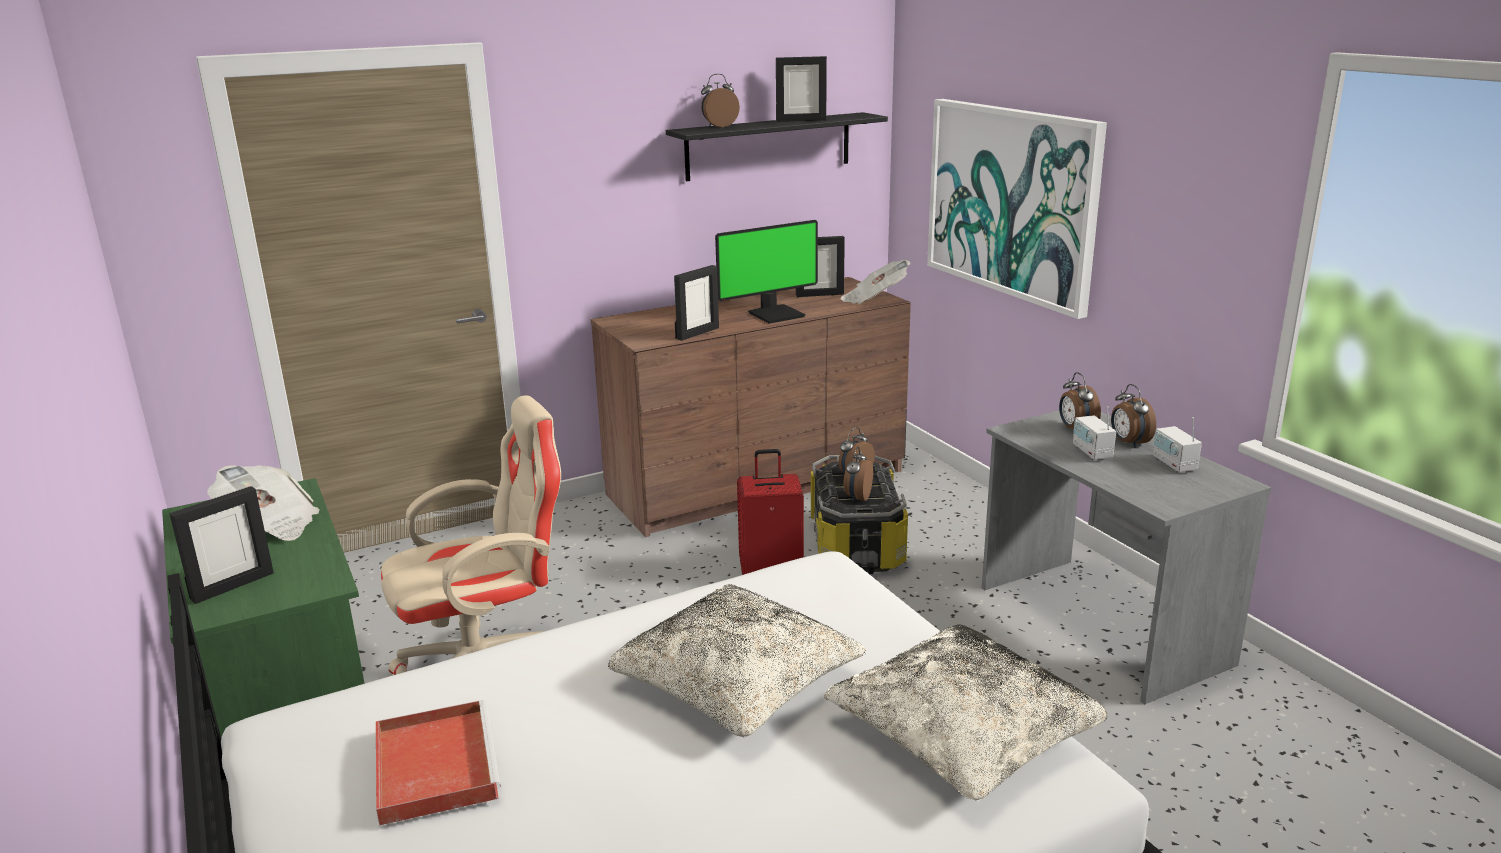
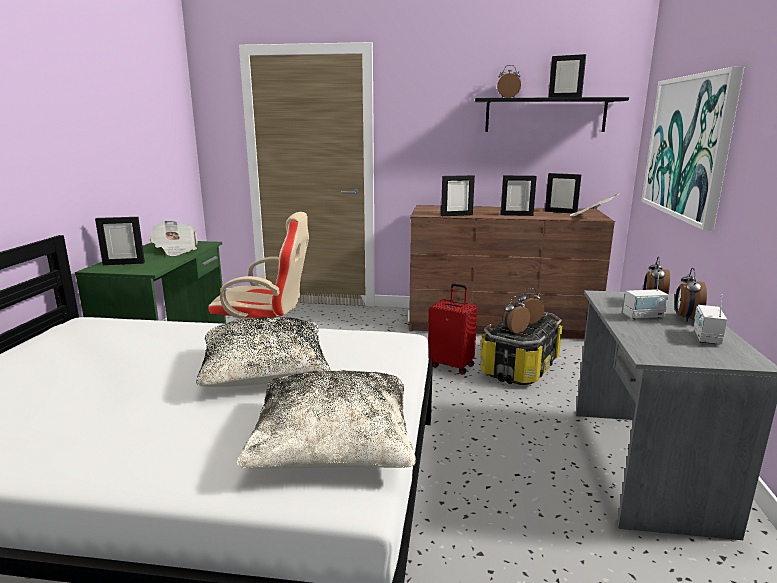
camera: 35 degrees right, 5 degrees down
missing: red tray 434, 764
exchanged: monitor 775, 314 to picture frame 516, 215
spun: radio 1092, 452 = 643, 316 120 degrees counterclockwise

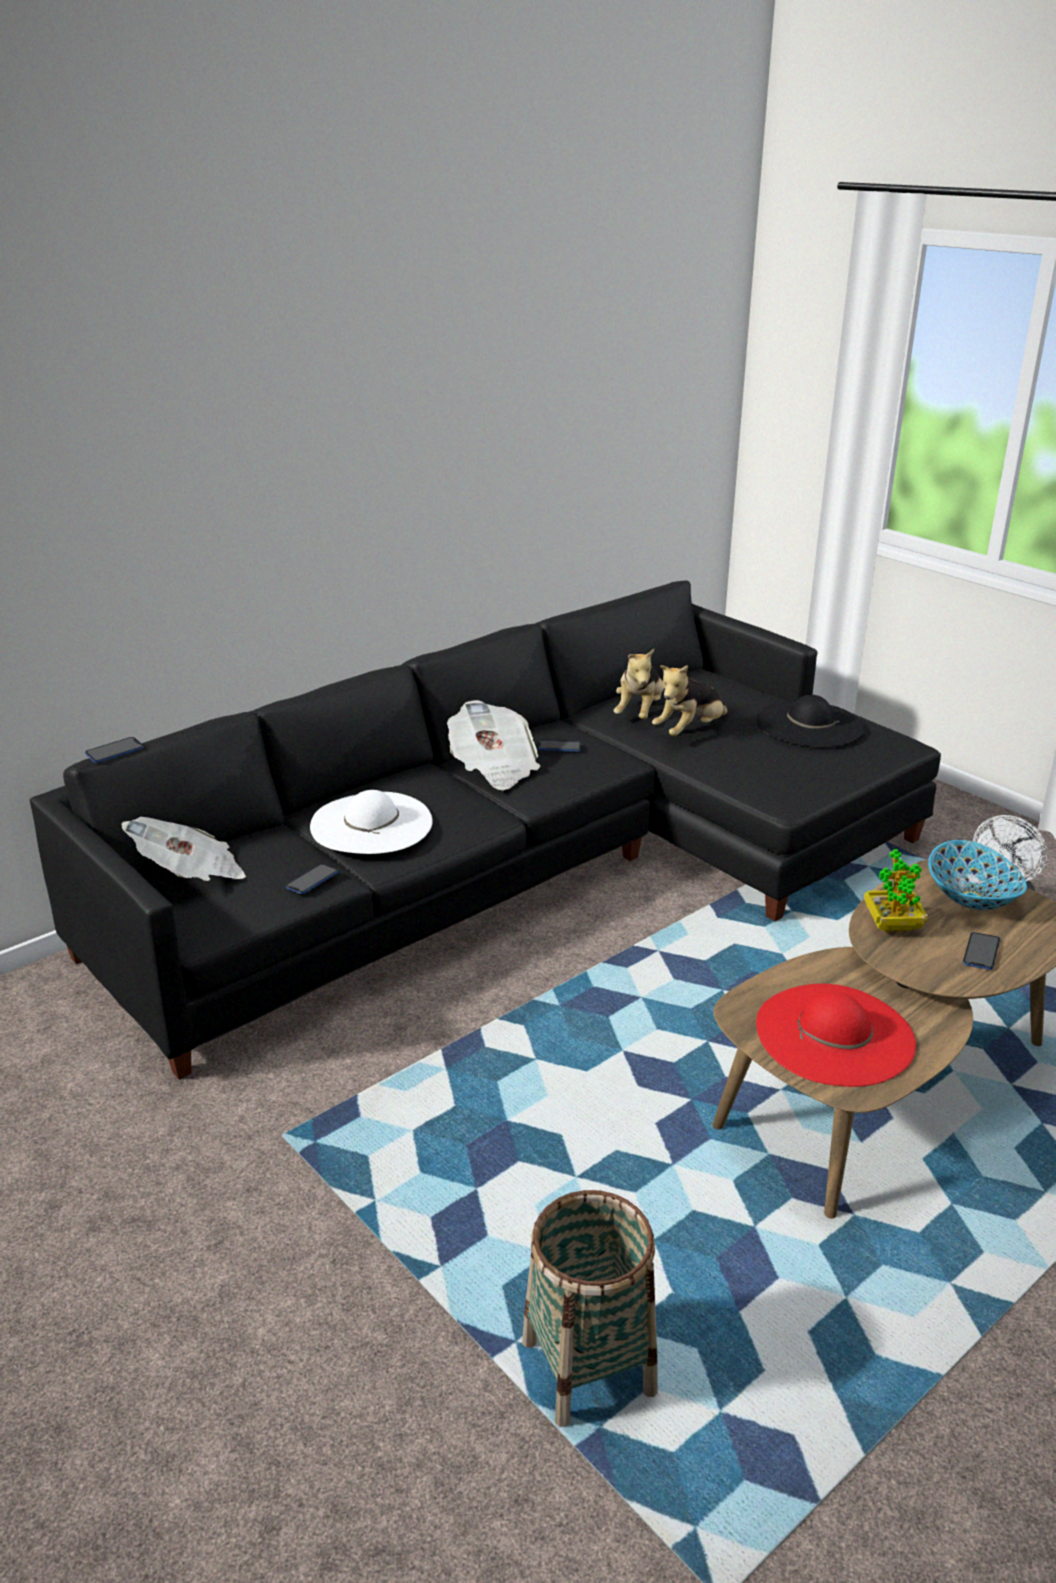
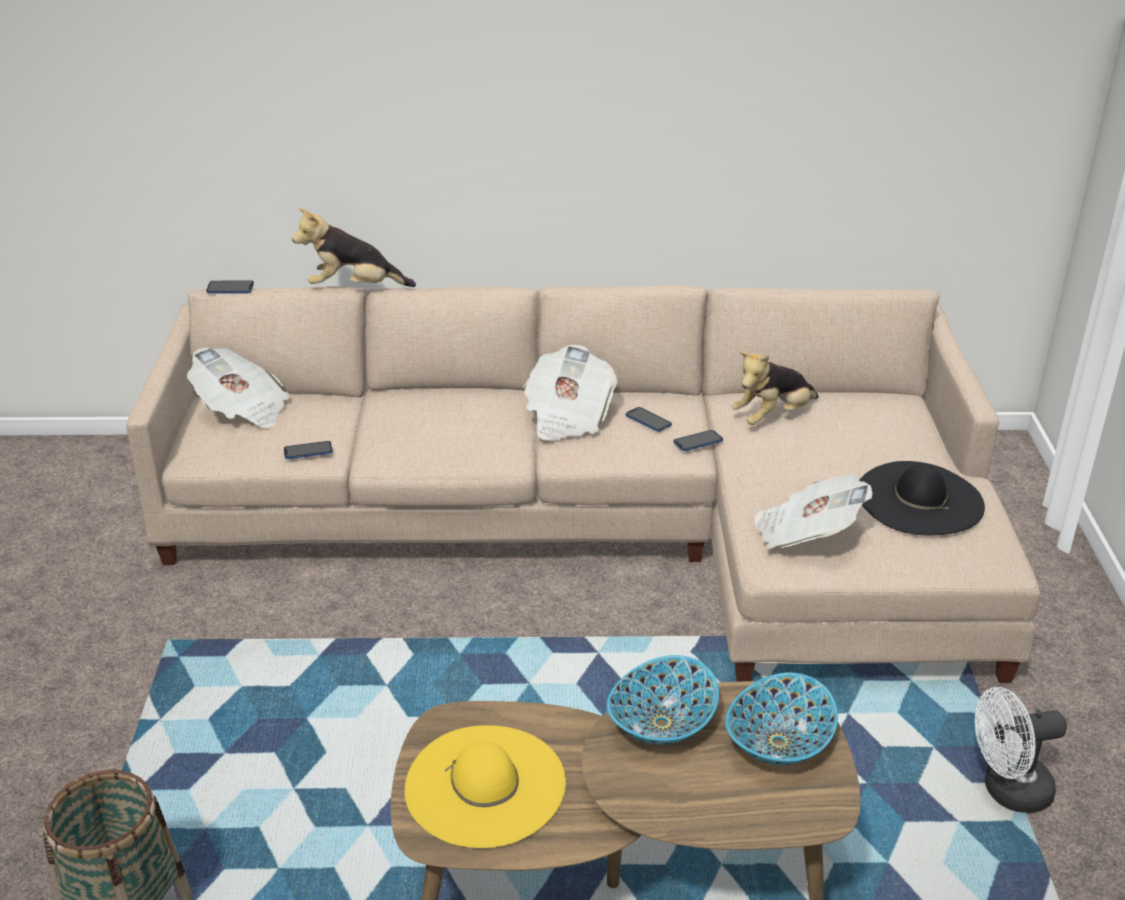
camera: 40 degrees right, 5 degrees up
missing: white hat 371, 823
appeared: newspaper 806, 534
relocated: plush toy 690, 731 to 354, 288; phone 981, 952 to 698, 442
exchanged: potted plant 892, 925 to bowl 660, 723
colour: black sofa 535, 860 to beige sofa 610, 521; red hat 834, 1034 to yellow hat 485, 785

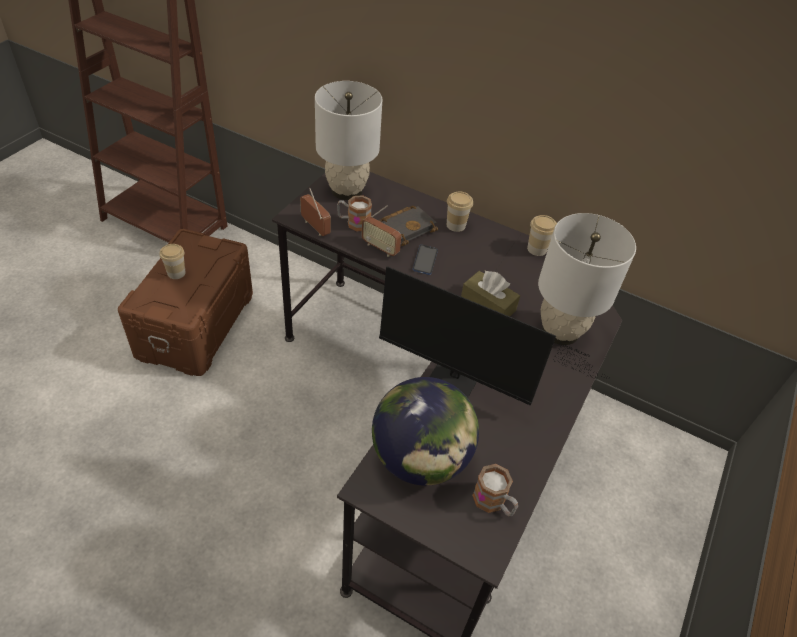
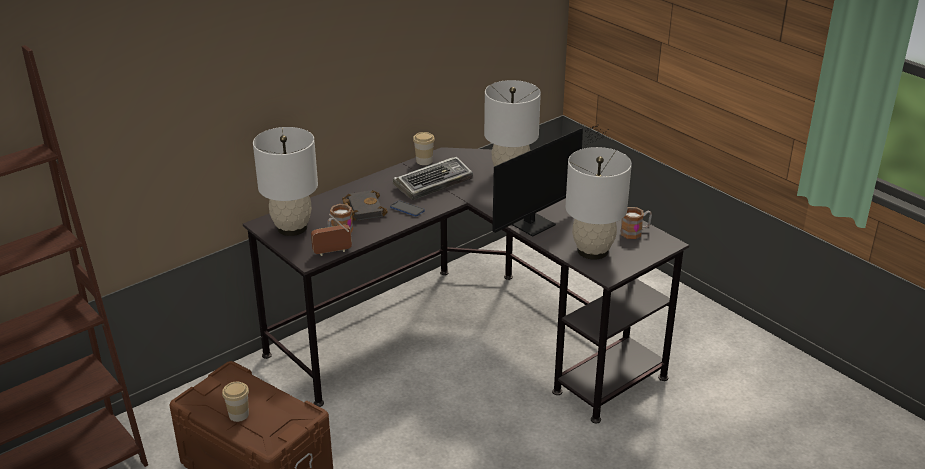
camera: 65 degrees left, 15 degrees down
missing: radio 380, 248; cup 456, 225; brown tissue box 488, 304
appeared: keyboard 434, 183
exchanged: globe 420, 459 to white table lamp 593, 251

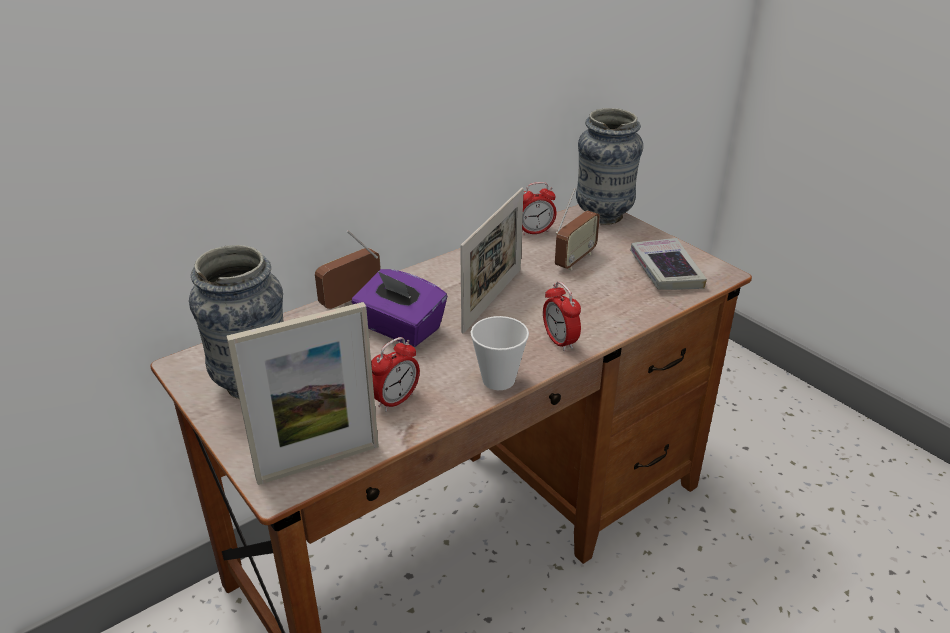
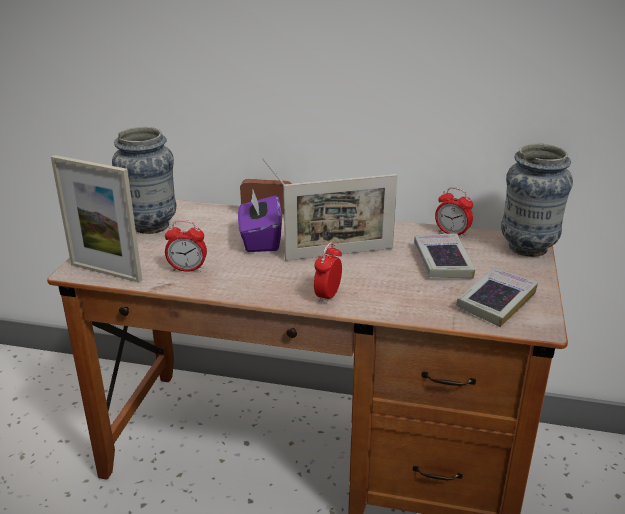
camera: 50 degrees right, 5 degrees down
missing: cup 498, 380
exchanged: radio 575, 260 to book 442, 261

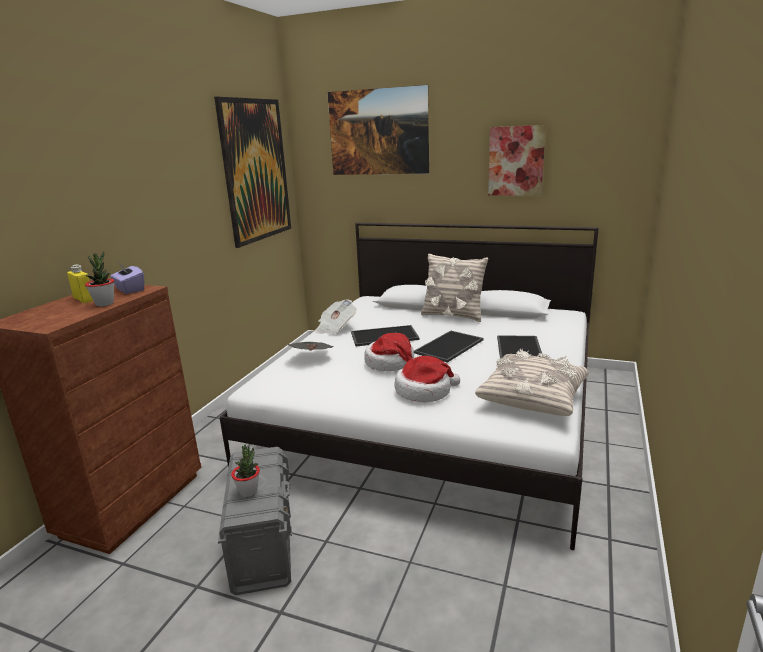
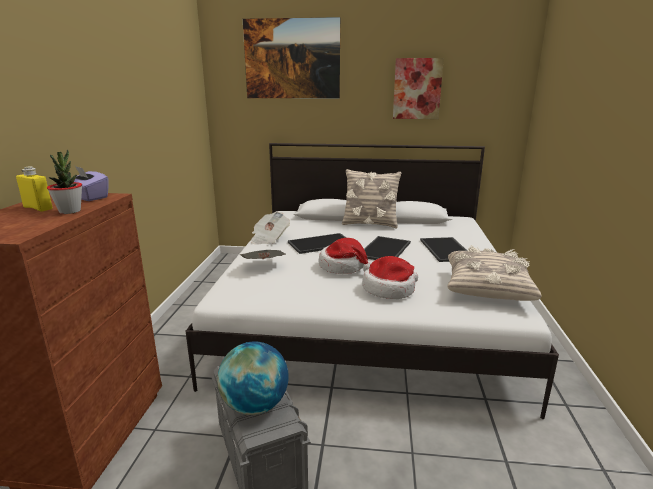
camera: 15 degrees left, 0 degrees up
missing: picture 256, 170
exchanged: potted plant 248, 491 to globe 255, 405

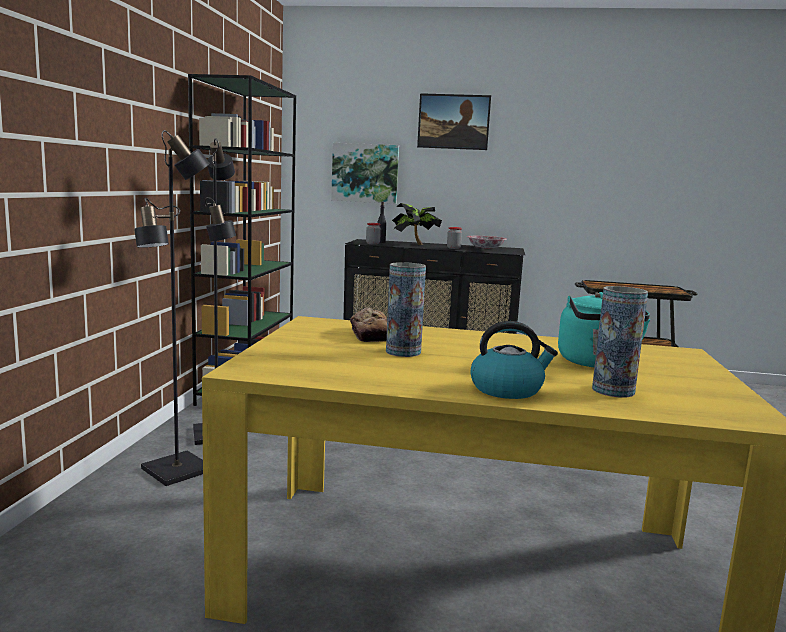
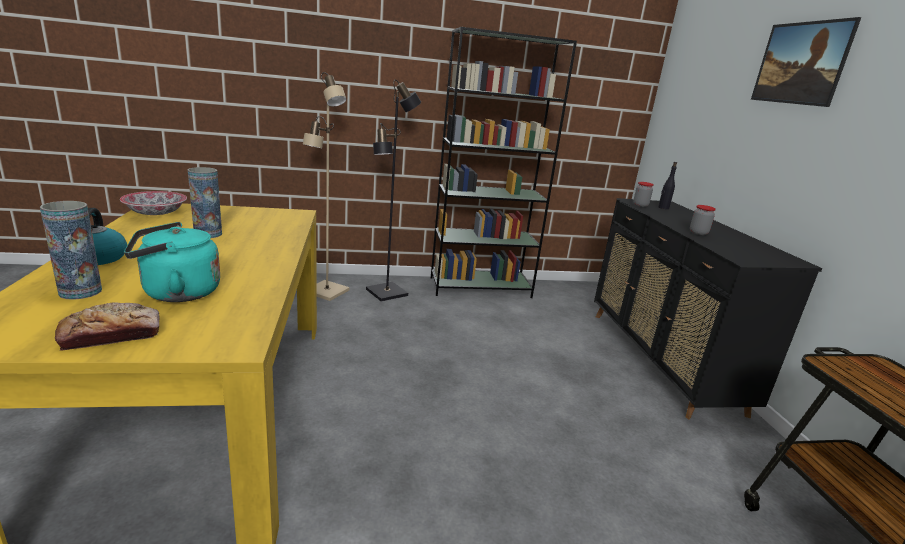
camera: 70 degrees right, 10 degrees up
missing: picture 365, 173; potted plant 414, 244
relocated: bread 370, 334 to 112, 335; bowl 486, 248 to 155, 213
colour: black floor lamp 176, 470 to beige floor lamp 327, 291

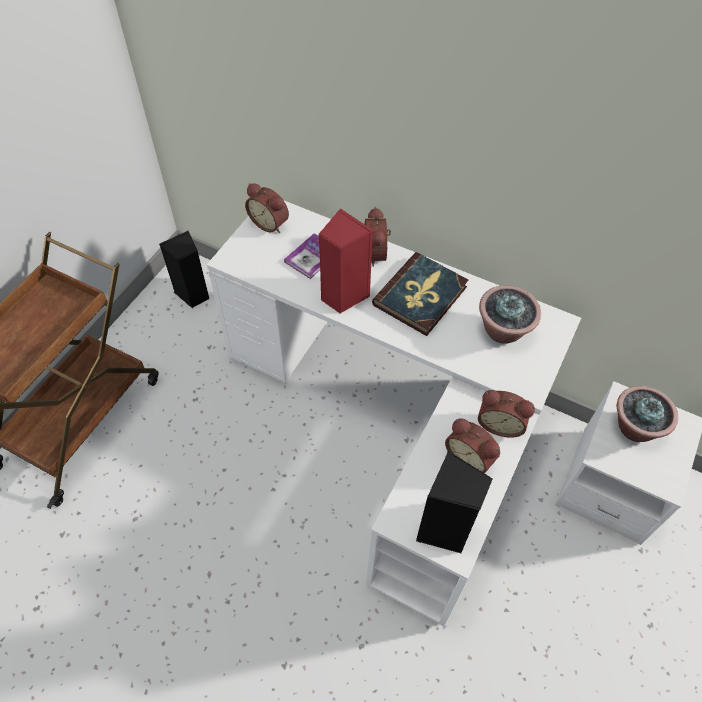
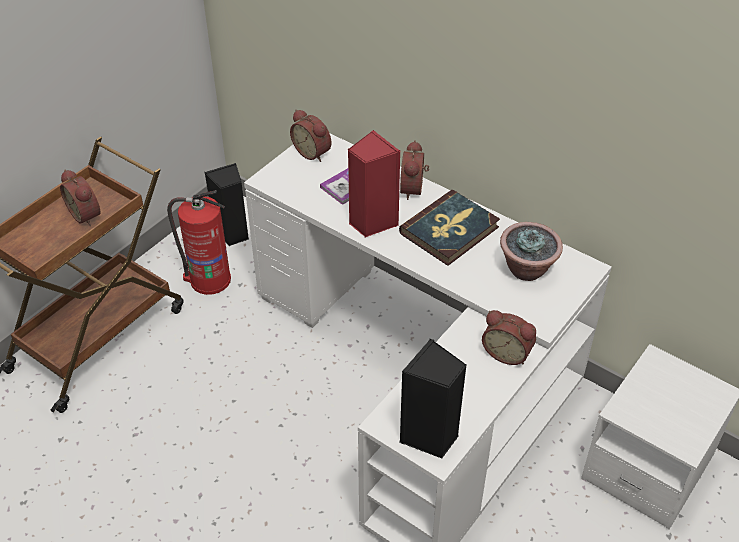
camera: 10 degrees right, 10 degrees down
missing: potted plant 634, 427
appeared: fire extinguisher 209, 279
relocated: alarm clock 470, 456 to 87, 214

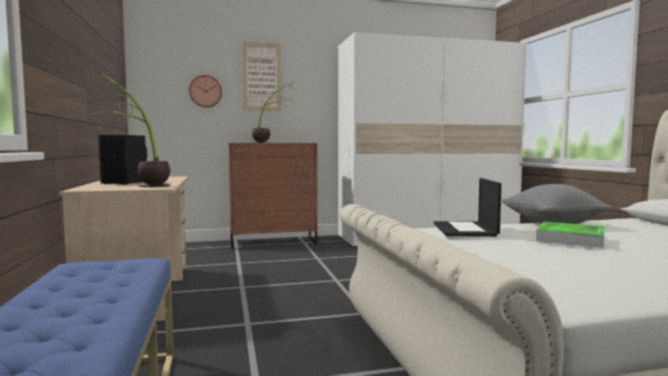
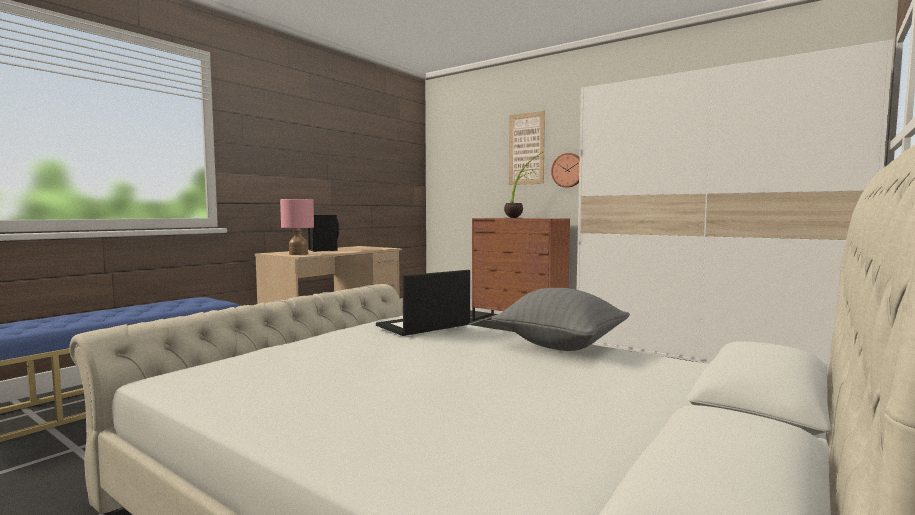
camera: 50 degrees right, 0 degrees up
missing: tray 570, 239
relocated: wall clock 205, 91 to 568, 170
exchanged: potted plant 139, 187 to pink table lamp 298, 254

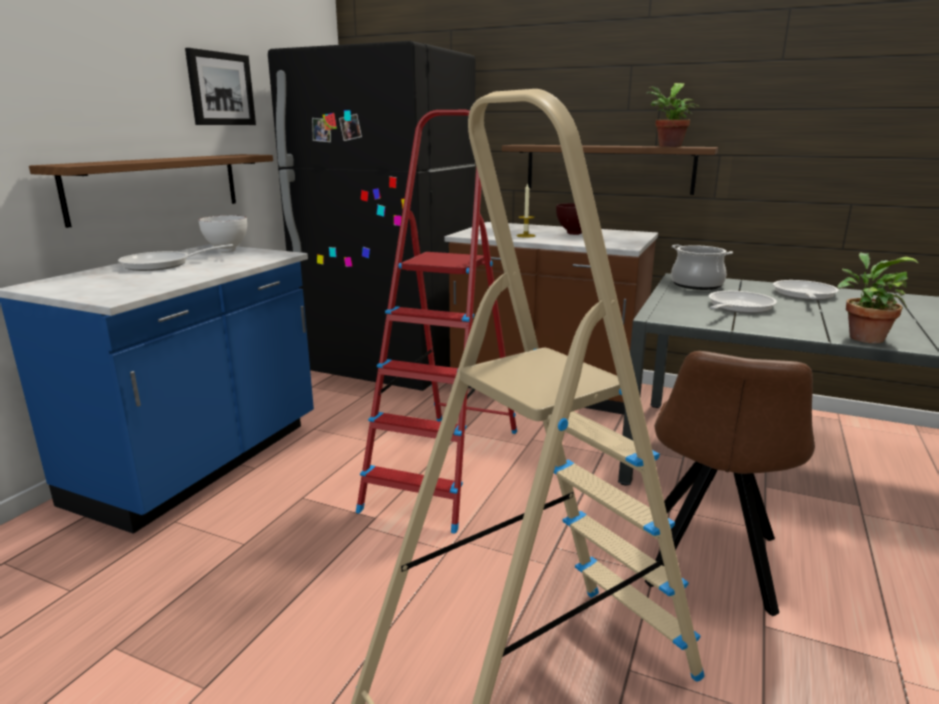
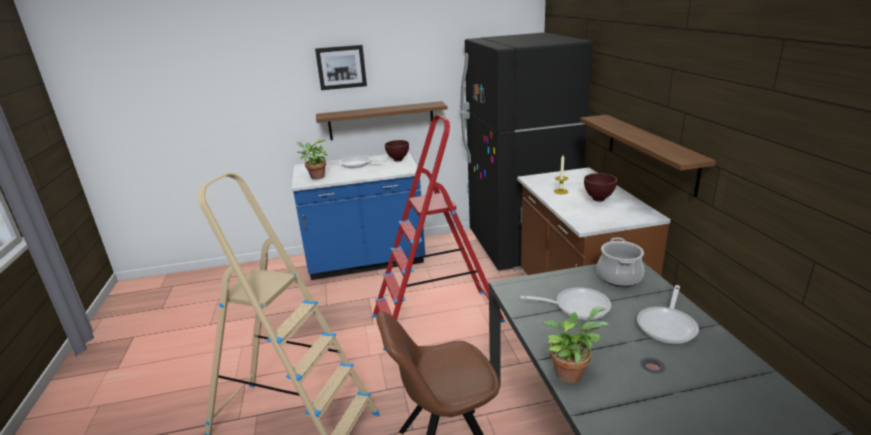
camera: 55 degrees right, 5 degrees up
relocated: picture 220, 89 to 341, 67; potted plant 668, 146 to 315, 177
colour: white bowl 225, 251 to brown bowl 397, 160
spun: frying pan 803, 295 = 668, 325 135 degrees clockwise

